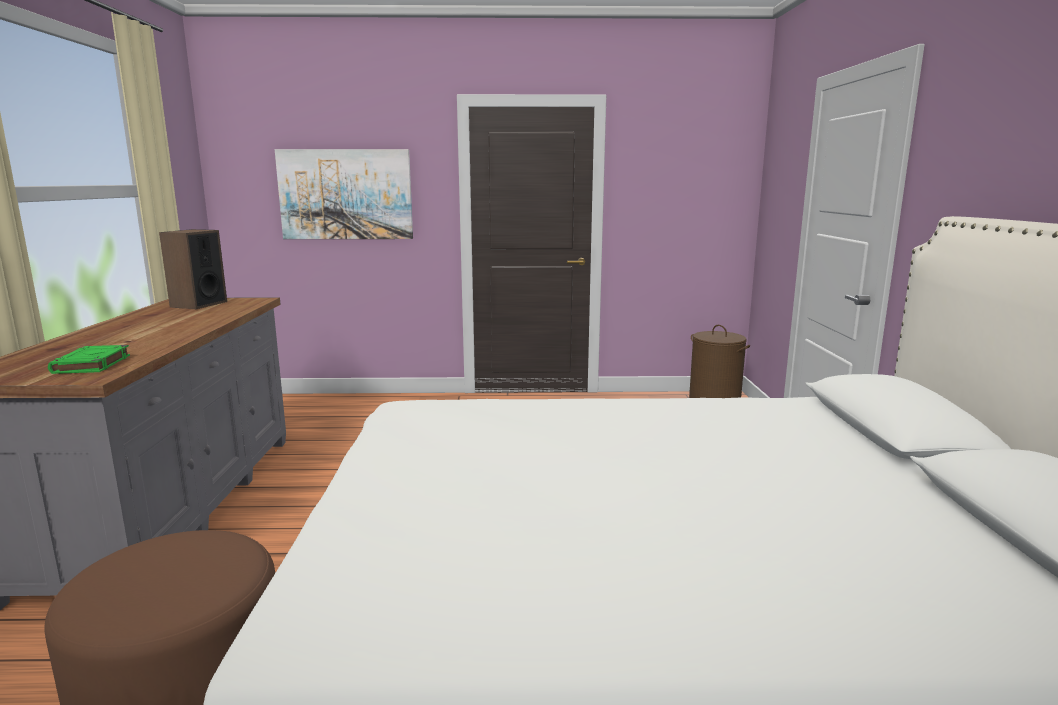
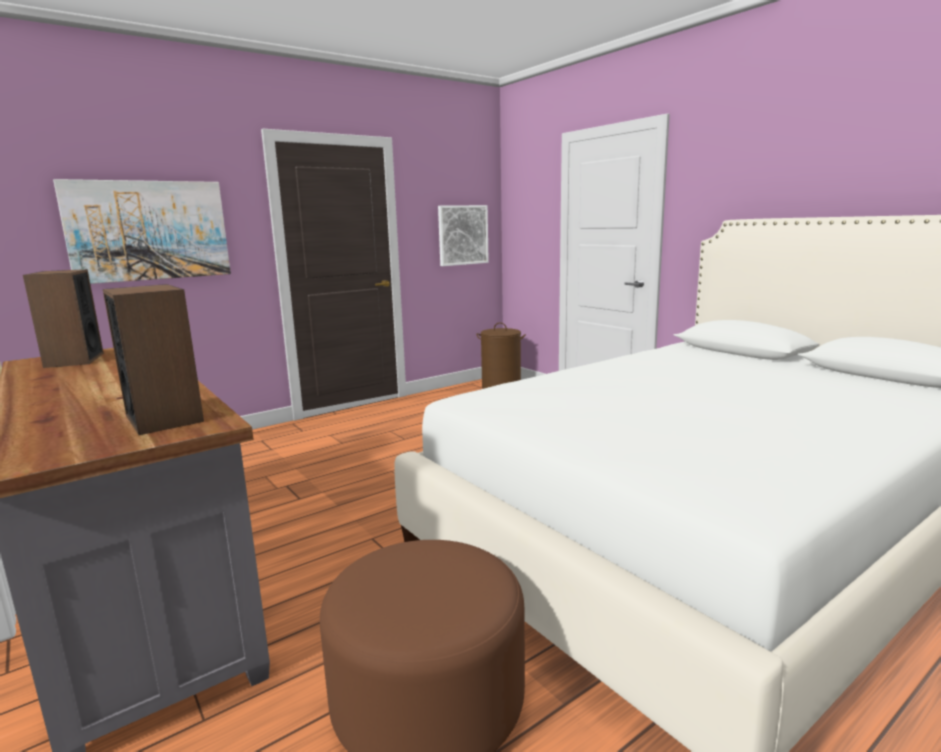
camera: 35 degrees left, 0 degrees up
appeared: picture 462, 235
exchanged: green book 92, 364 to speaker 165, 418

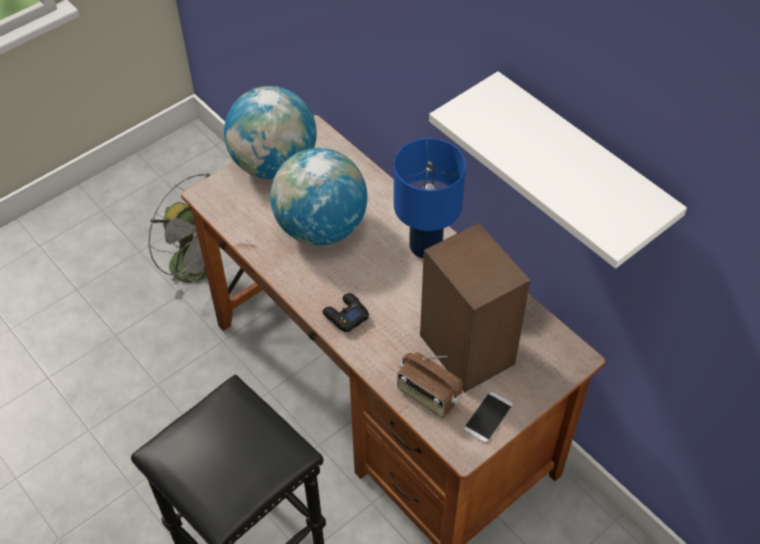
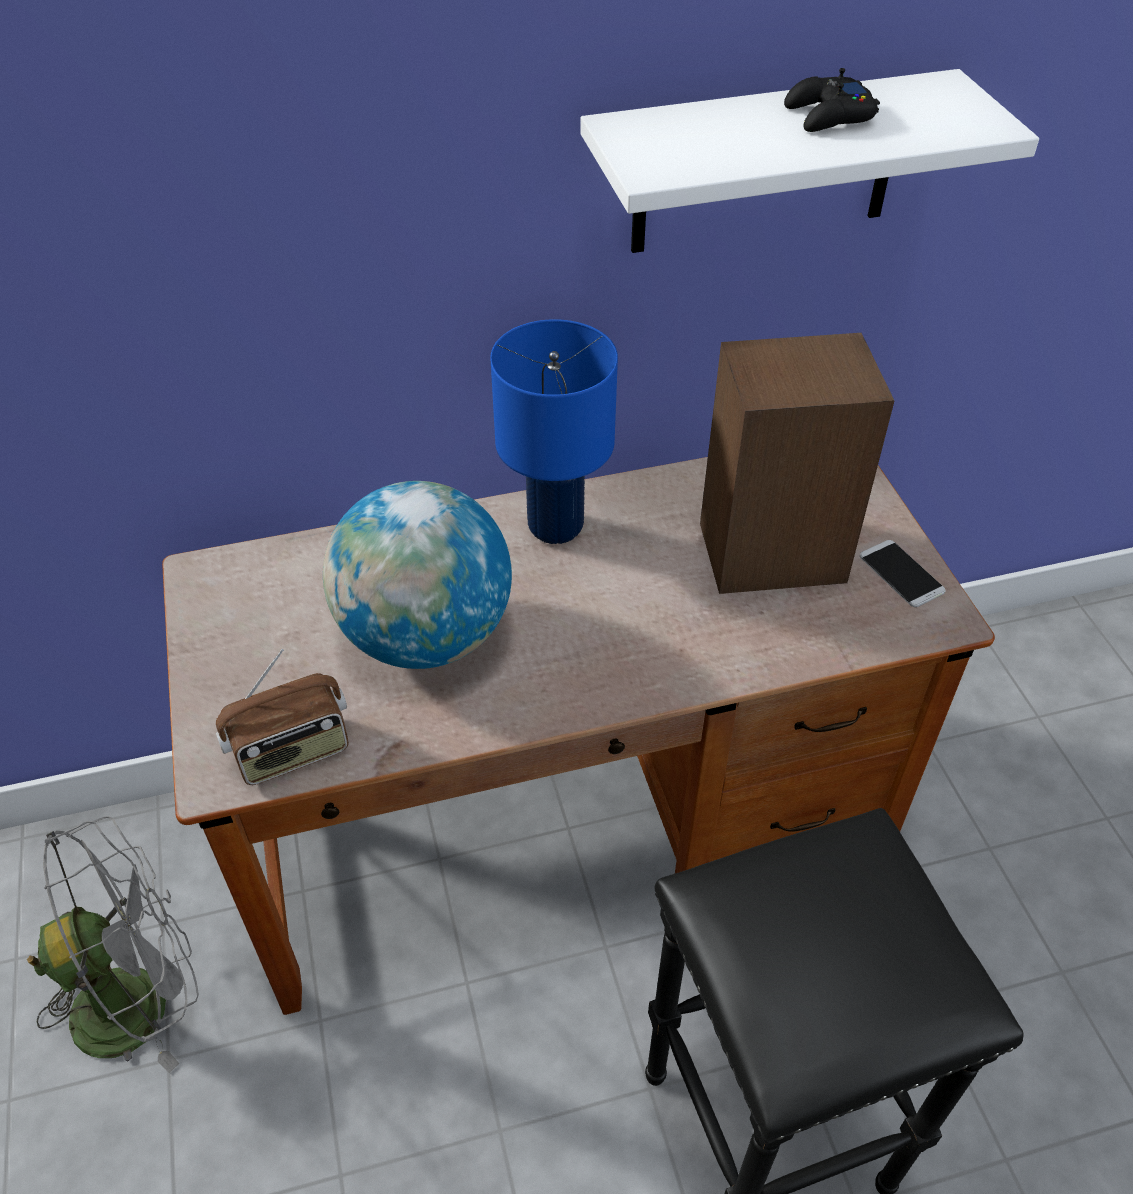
camera: 65 degrees left, 5 degrees down
missing: globe 274, 165
relocated: black game controller 345, 315 to 828, 116; radio 428, 396 to 292, 752

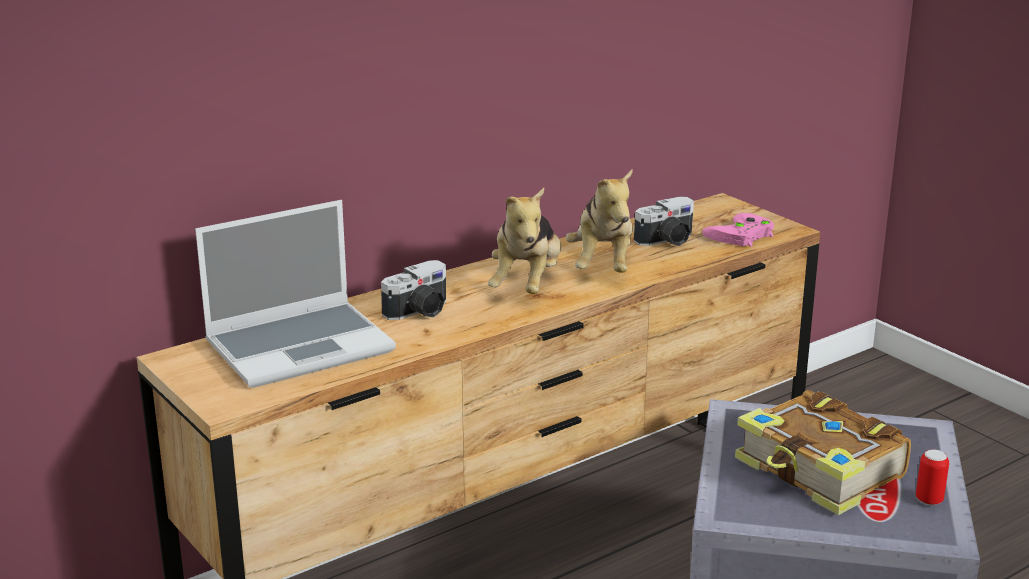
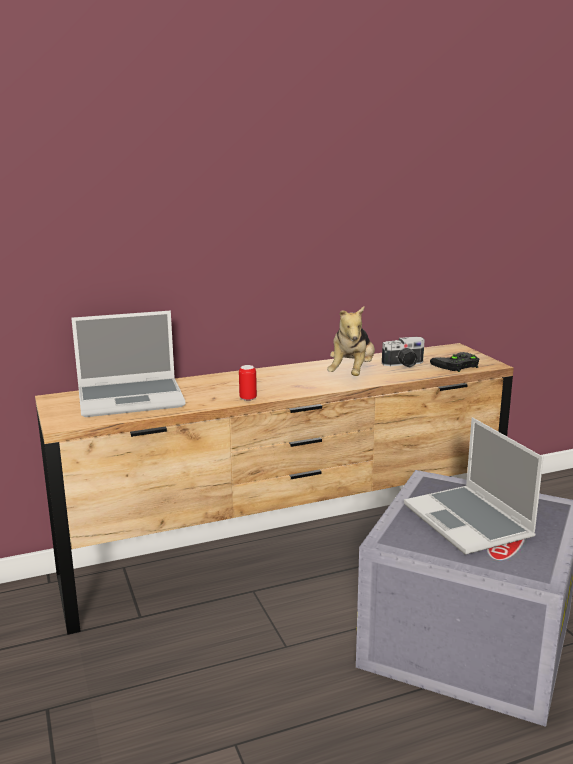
camera: 15 degrees right, 5 degrees down
missing: photo camera 420, 312; plush toy 527, 285
relocated: can 929, 500 to 248, 398
exchanged: book 820, 471 to laptop 469, 522
colour: pink game controller 741, 236 to black game controller 456, 365

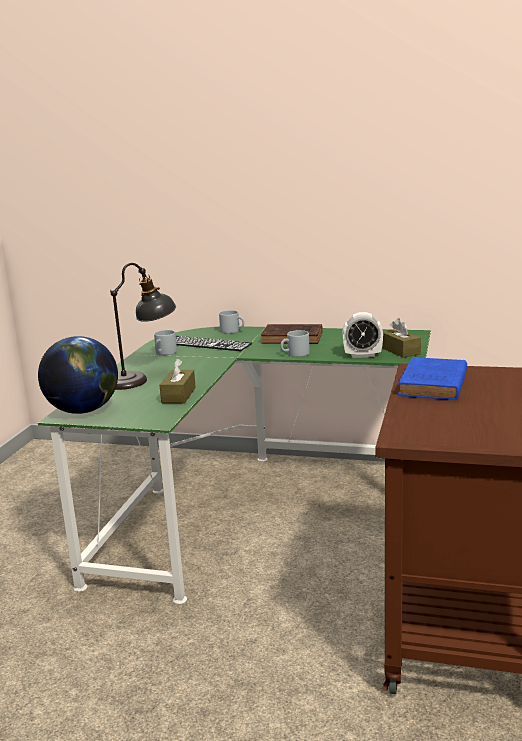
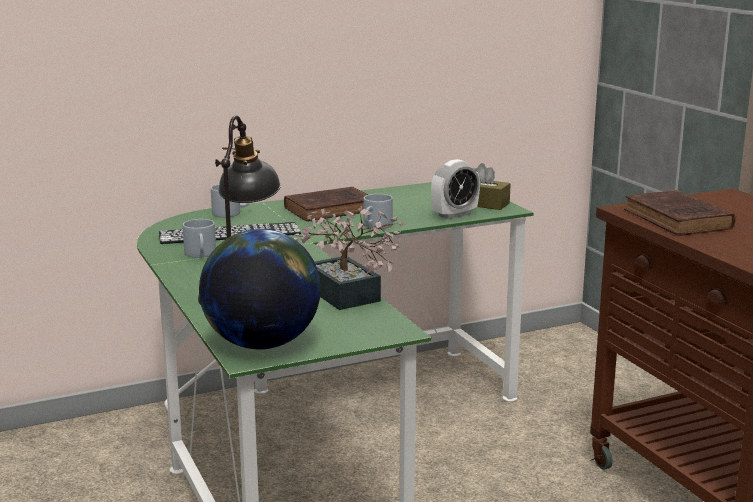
camera: 40 degrees left, 0 degrees up
exchanged: brown tissue box 178, 395 to potted plant 346, 297
colour: blue book 433, 385 to brown book 679, 220

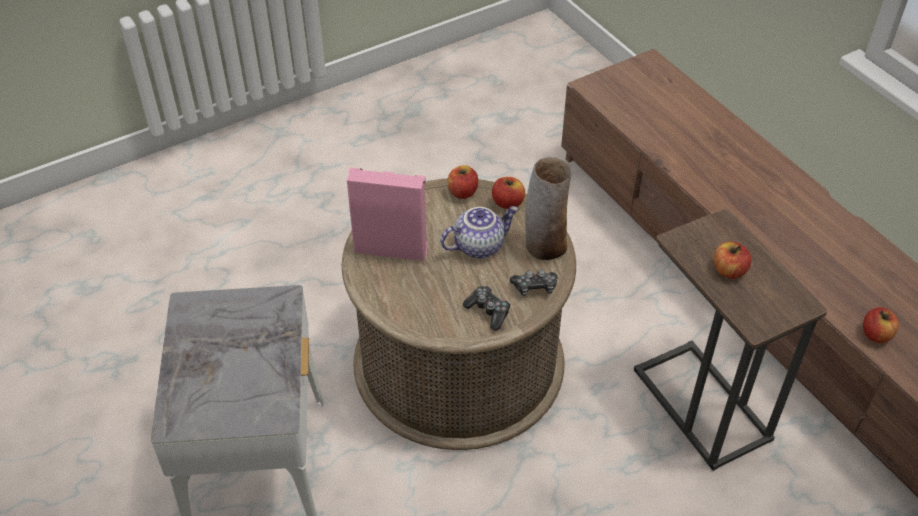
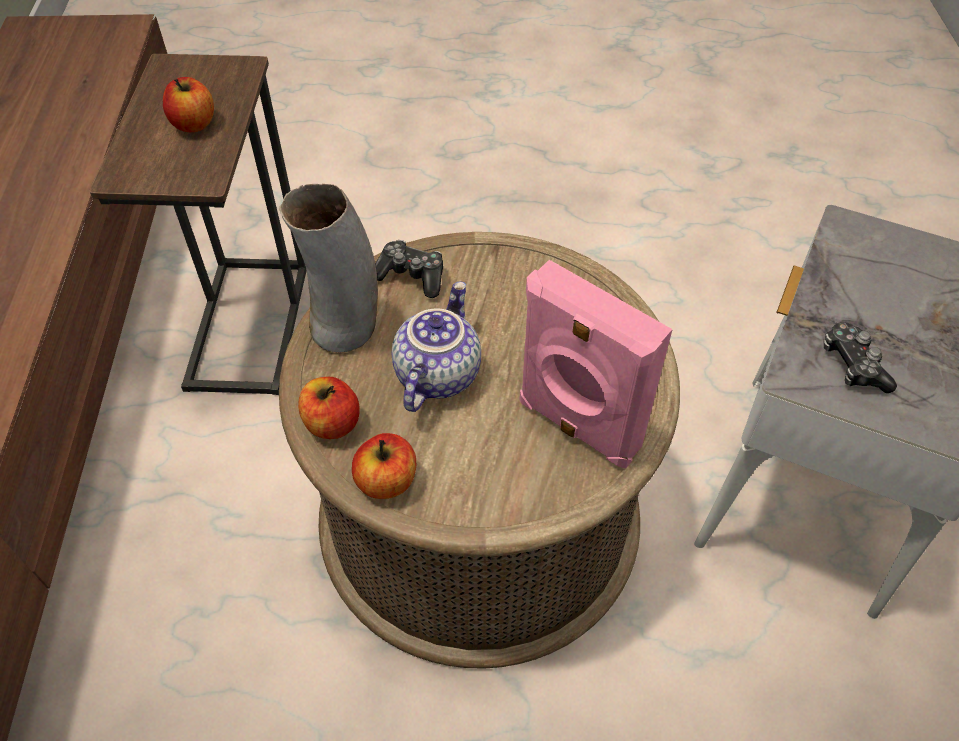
camera: 150 degrees left, 5 degrees up
missing: apple 876, 335
relocated: game controller 488, 311 to 853, 365
spun: teapot 478, 245 = 436, 374 105 degrees clockwise

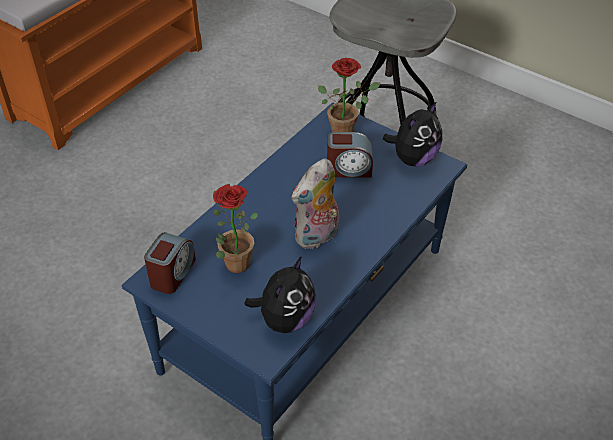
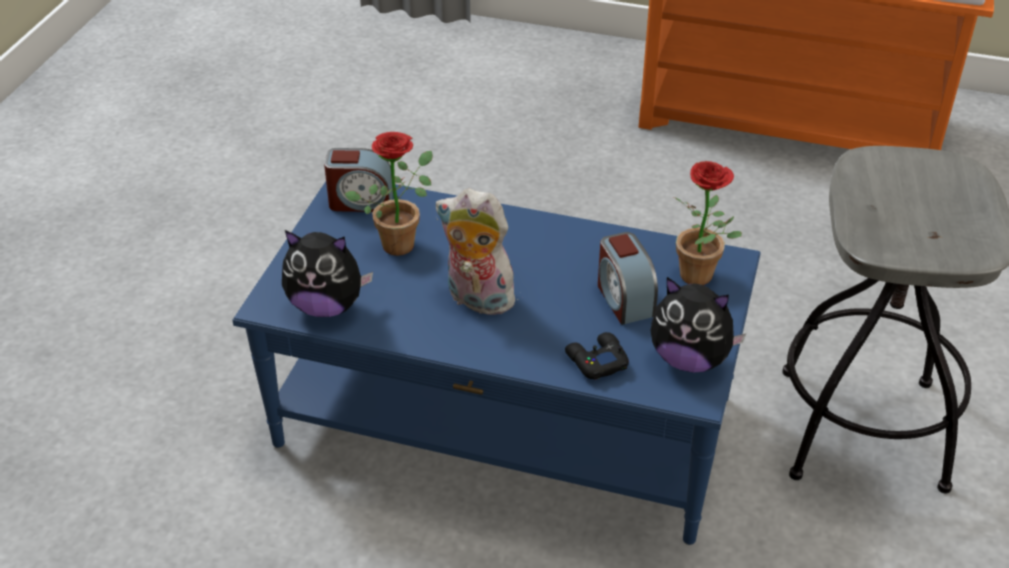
camera: 70 degrees right, 5 degrees down
appeared: black game controller 596, 361

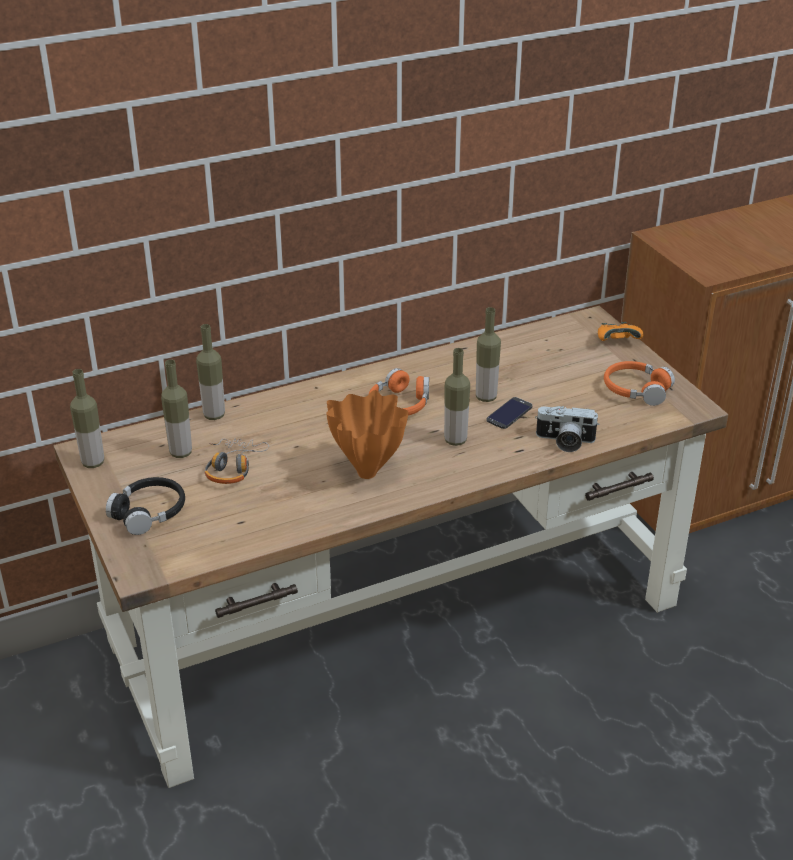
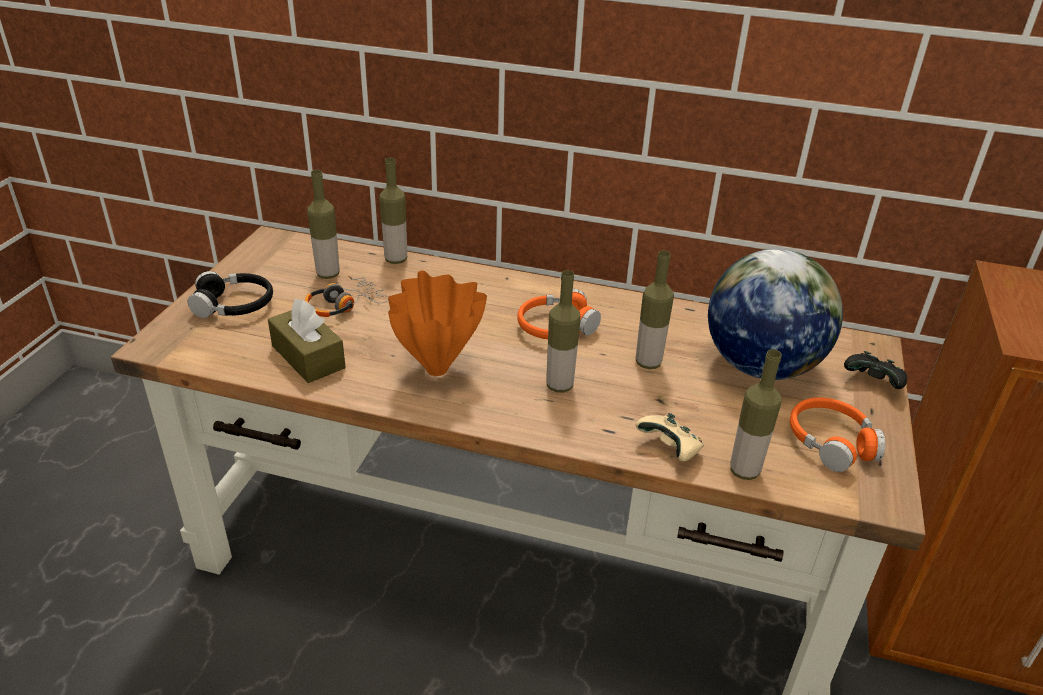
camera: 40 degrees right, 0 degrees up
missing: phone 509, 413
appeared: brown tissue box 308, 357; globe 760, 366
relocated: bottle 93, 462 to 744, 471
exchanged: photo camera 564, 441 to beige game controller 670, 449
colour: orange game controller 617, 342 to black game controller 873, 382

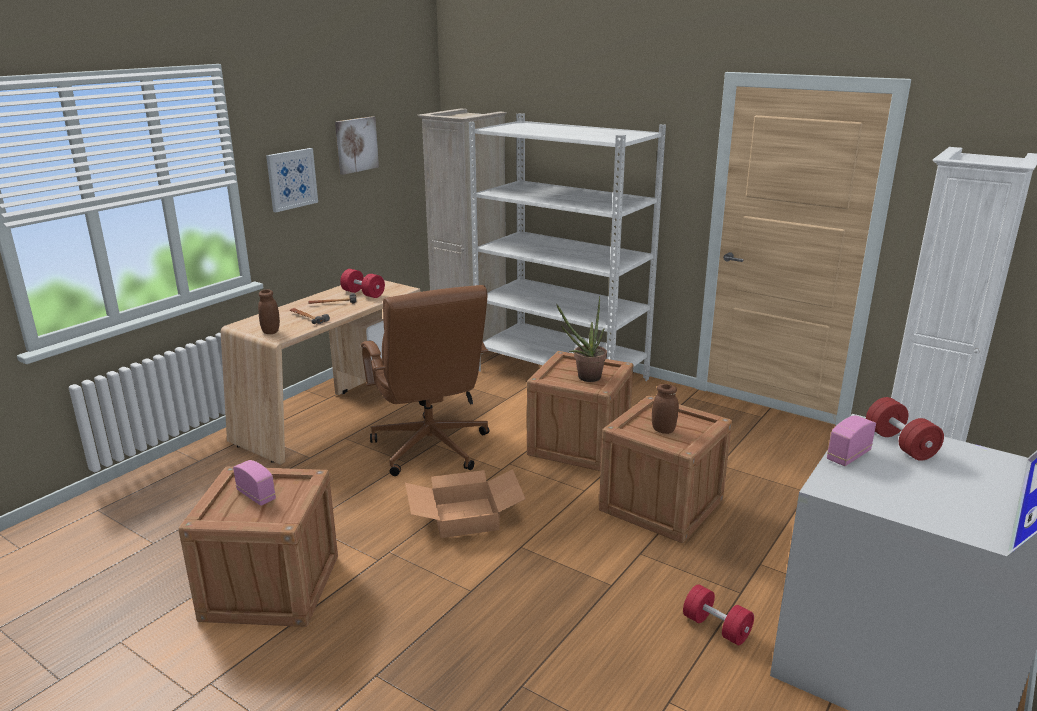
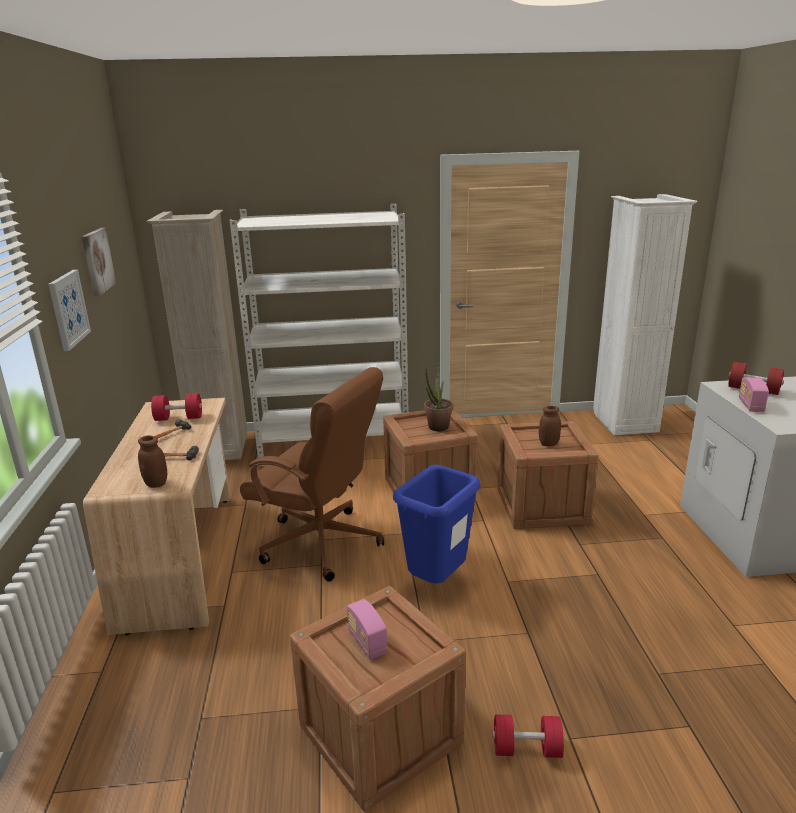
camera: 40 degrees left, 0 degrees up
relocated: red dumbbell 716, 627 to 526, 749
exchanged: cardboard box 466, 517 to blue trash can 437, 582
spun: radio 256, 495 = 367, 642 120 degrees counterclockwise

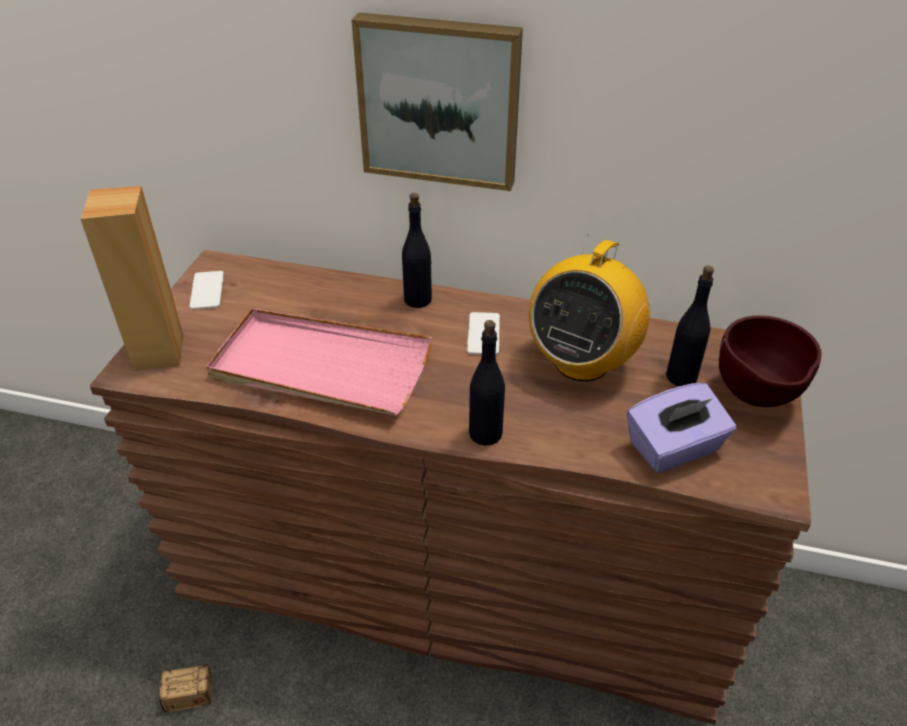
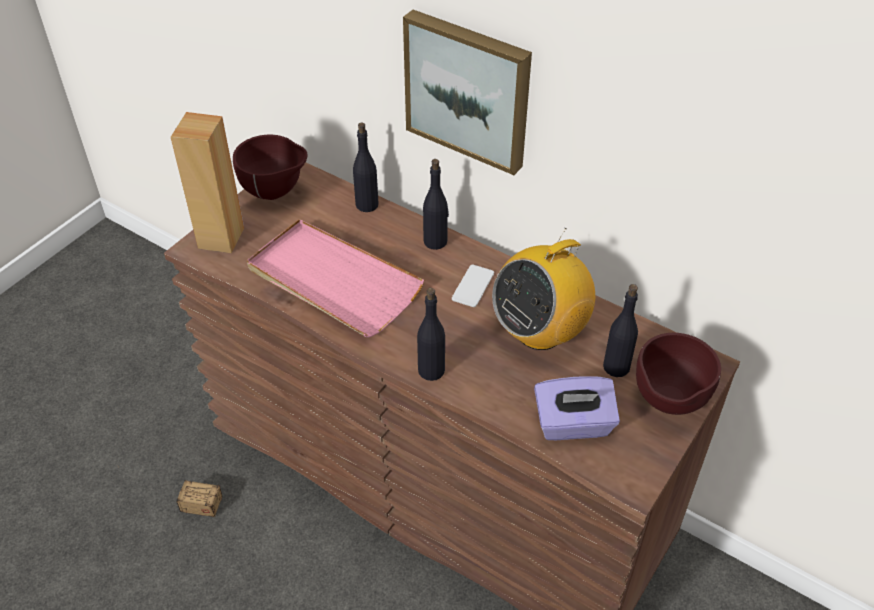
camera: 20 degrees right, 5 degrees up
appeared: black bottle 367, 204
exchanged: phone 207, 291 to brown bowl 275, 193

